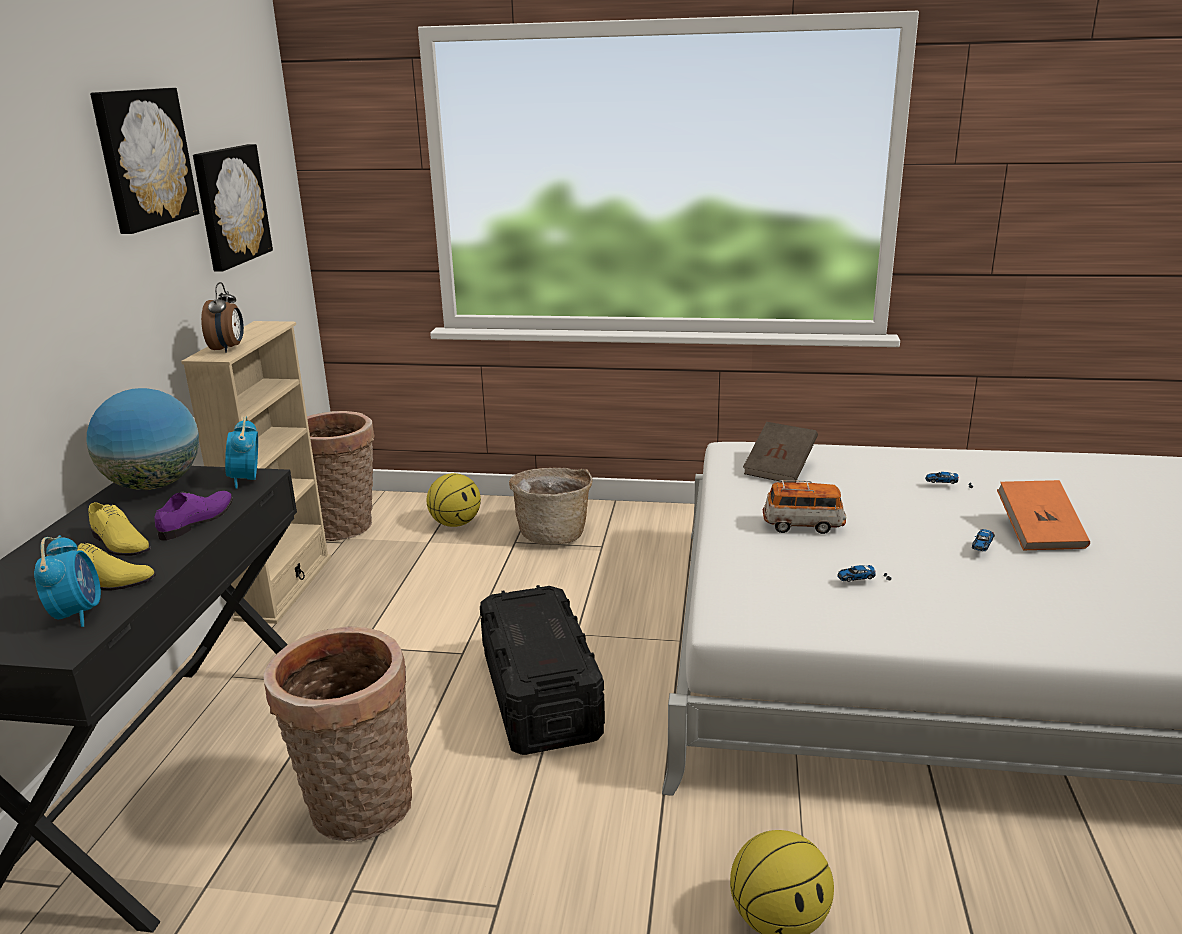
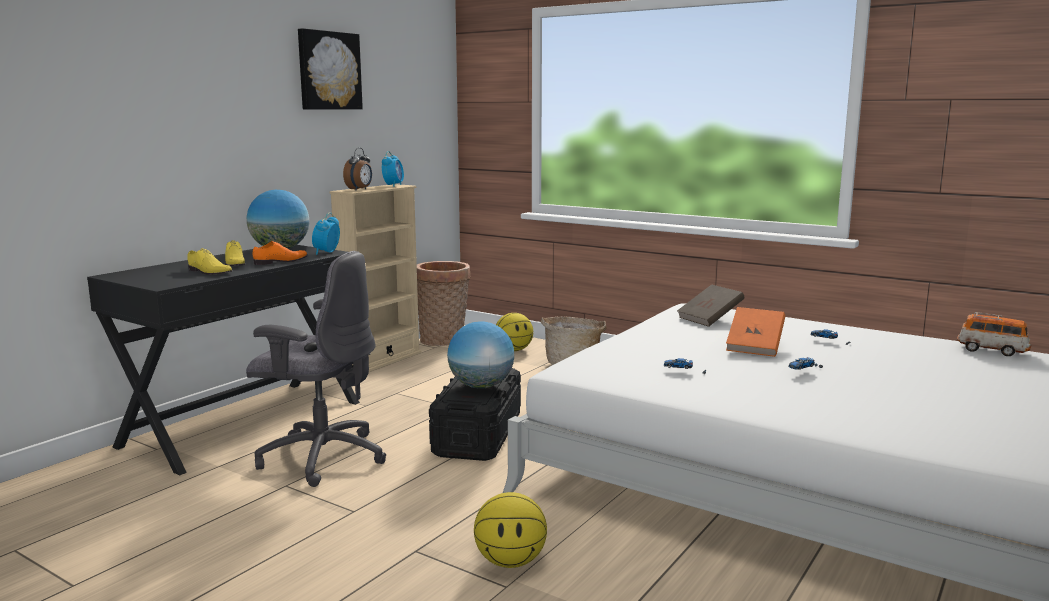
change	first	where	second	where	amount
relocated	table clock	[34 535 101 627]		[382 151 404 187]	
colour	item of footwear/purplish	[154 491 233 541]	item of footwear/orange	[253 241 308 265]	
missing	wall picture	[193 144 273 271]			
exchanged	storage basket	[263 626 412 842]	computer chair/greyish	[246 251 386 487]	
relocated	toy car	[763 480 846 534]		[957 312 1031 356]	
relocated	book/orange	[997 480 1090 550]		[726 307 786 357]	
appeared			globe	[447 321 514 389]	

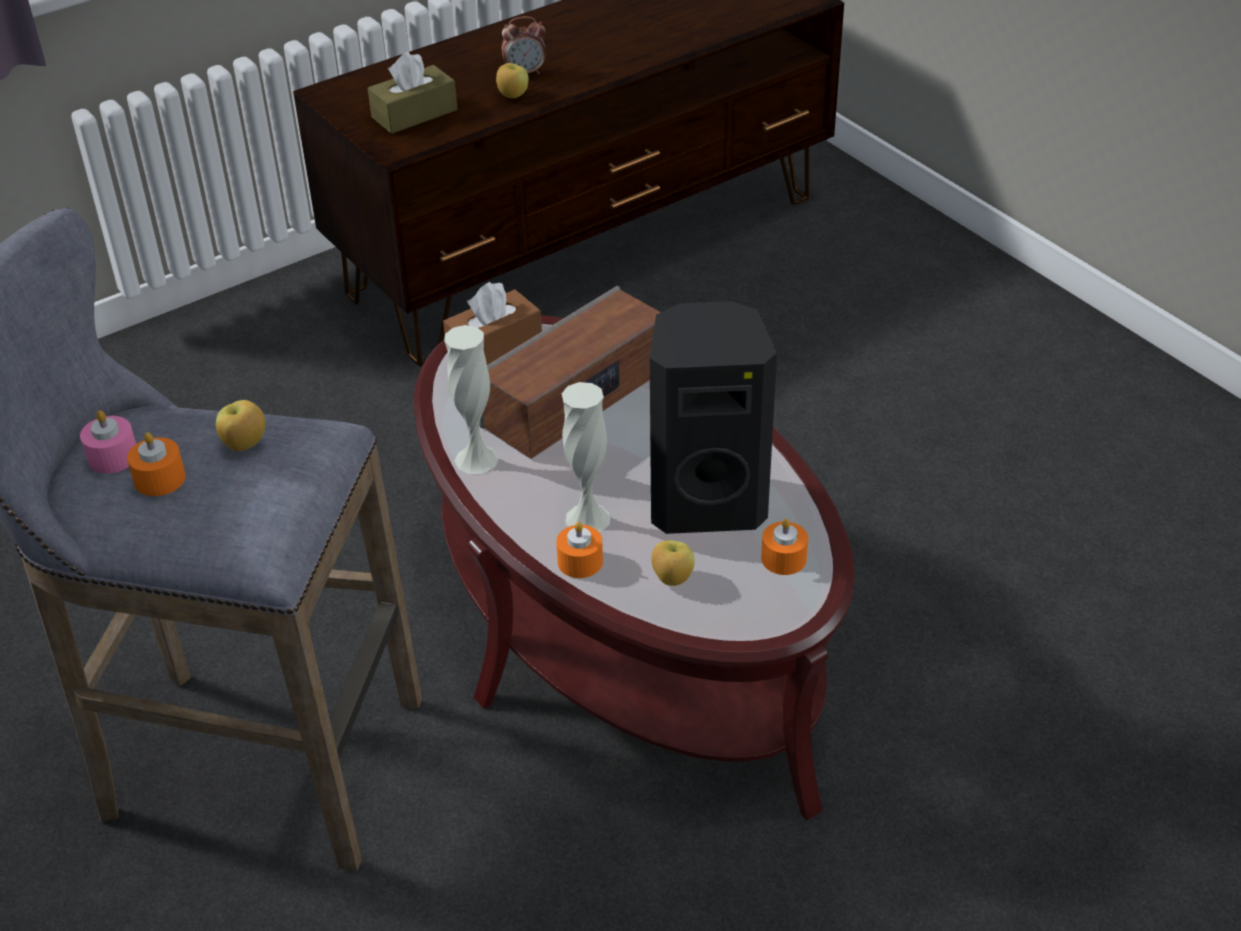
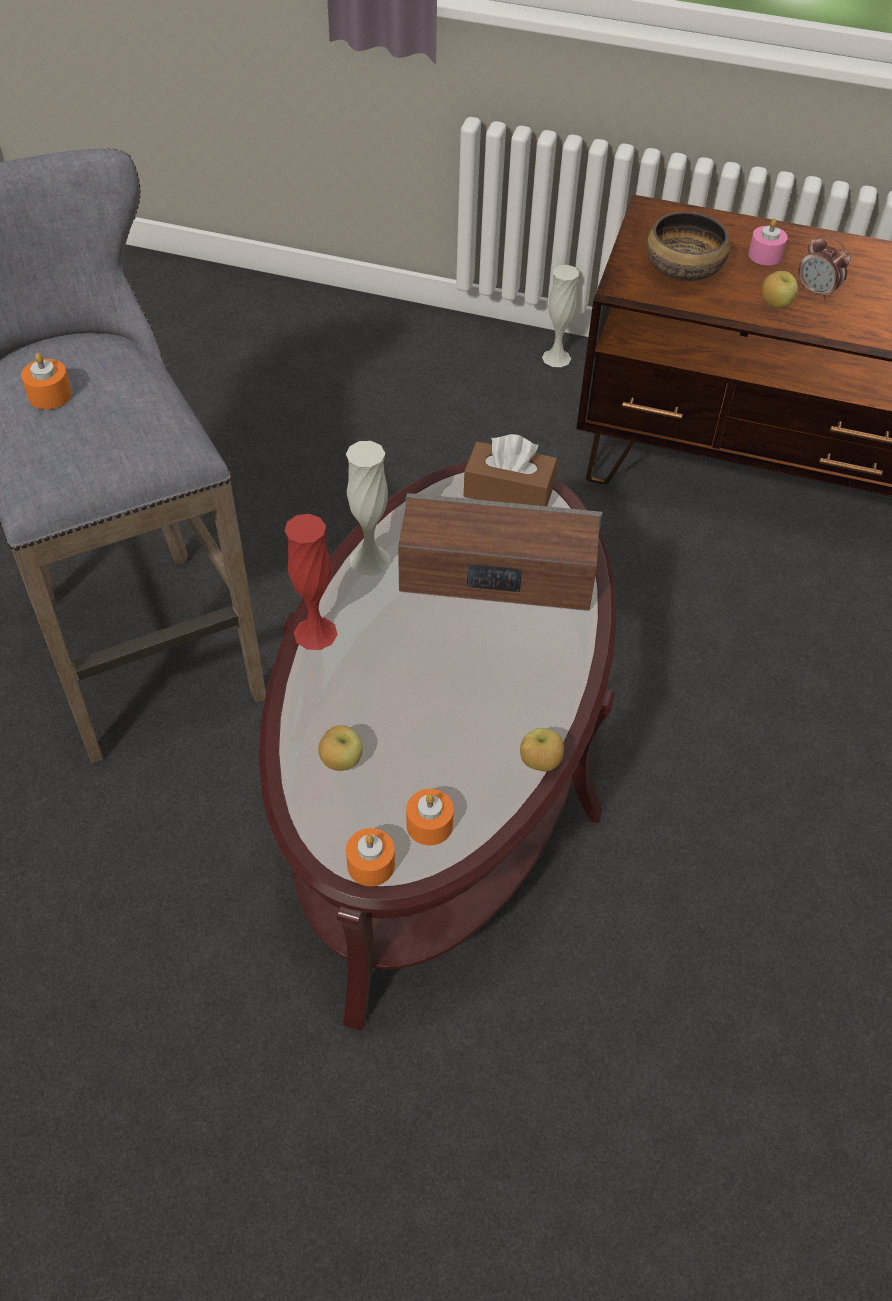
change	first	where	second	where	amount
relocated	wax light/pink	[80 410 136 473]		[748 219 788 265]	
relocated	apple fruit	[216 400 265 451]		[520 728 564 772]	
exchanged	box of tissues/brown	[368 52 457 134]	serving bowl	[647 212 730 281]	
relocated	wax light/orange	[556 522 603 578]		[346 828 395 886]	
relocated	decorative vase/white	[562 382 611 533]		[542 265 579 367]	
missing	loudspeaker/black	[650 301 777 534]			
appeared			decorative vase/reddish	[285 514 338 650]	

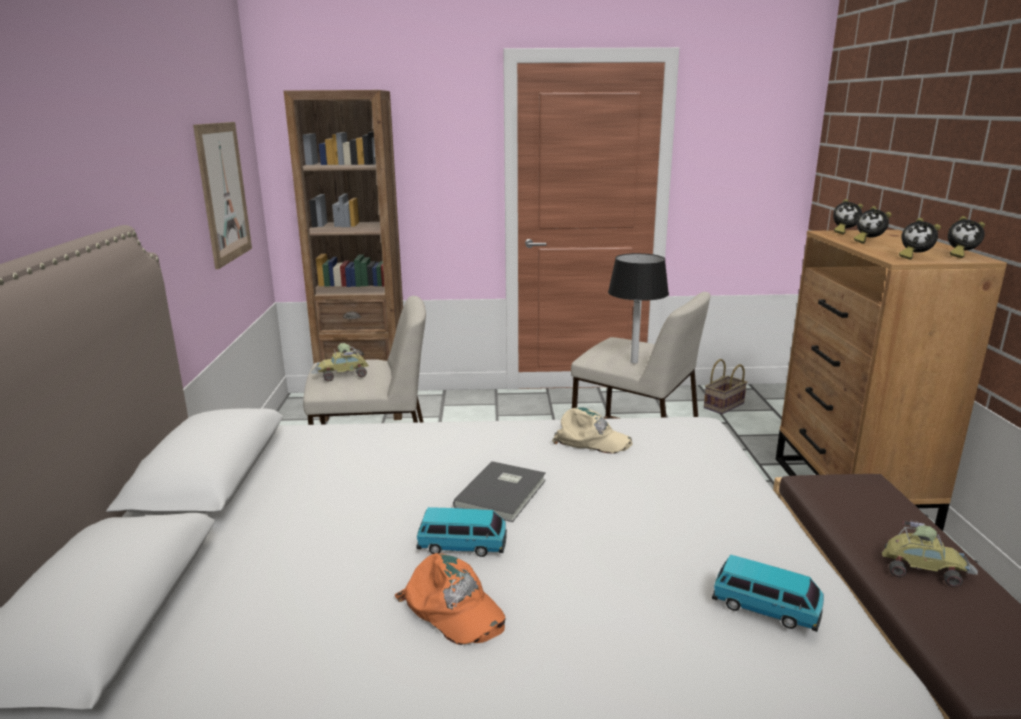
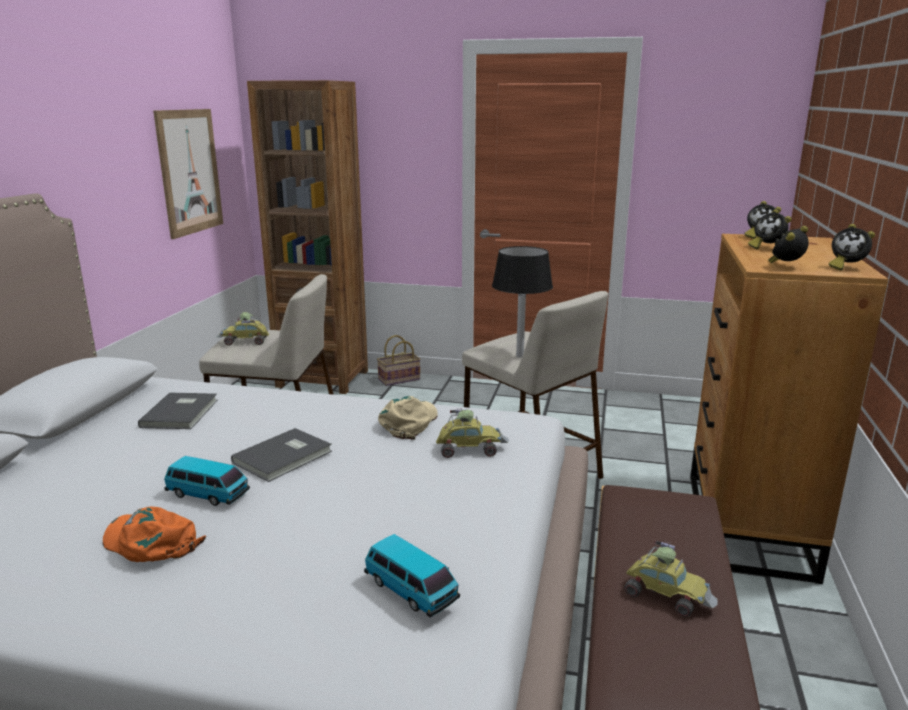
change	first	where	second	where	amount
spun	baseball cap/orange	[395 553 506 645]		[103 507 206 562]	150 degrees clockwise
spun	baseball cap/beige	[552 408 633 454]		[378 396 438 440]	105 degrees counterclockwise
relocated	storage basket	[704 359 747 414]		[377 335 421 386]	
spun	table clock	[899 218 941 260]		[768 226 809 263]	90 degrees clockwise
appeared			book/greyish	[138 393 218 429]	
appeared			toy car	[436 408 509 458]	

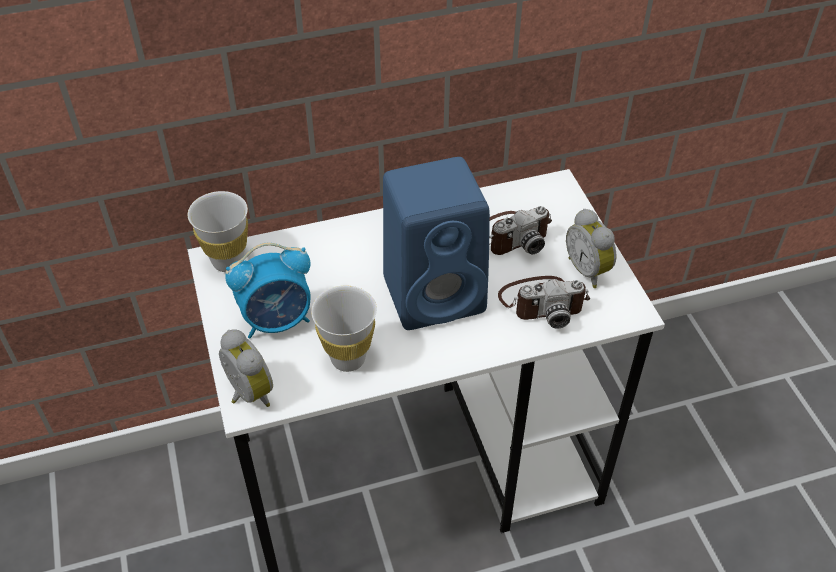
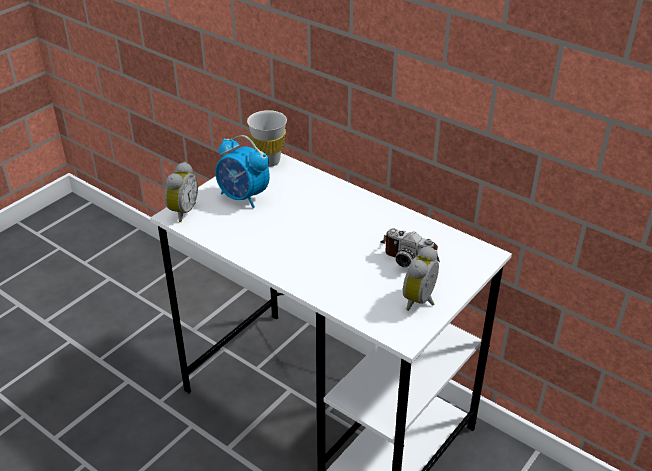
change	first	where	second	where	amount
missing	cup/white	[311 286 377 372]			
missing	loudspeaker/blue	[383 157 490 330]			
missing	still camera	[498 276 590 329]			

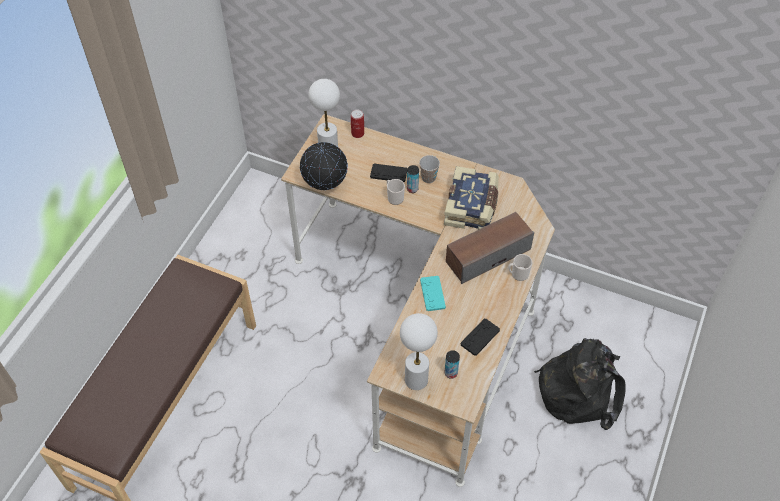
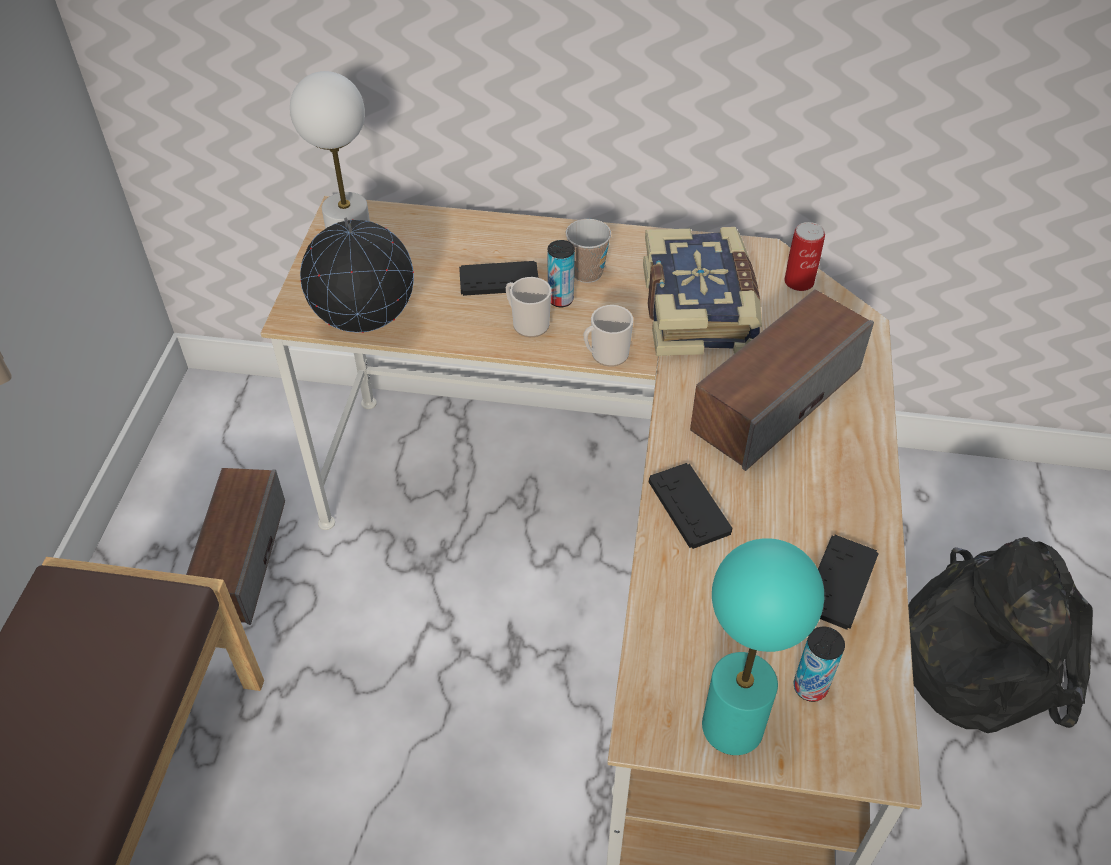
change	first	where	second	where	amount
relocated	can	[351 110 364 138]		[784 222 825 291]	
colour	tabletop lamp/white	[400 313 438 390]	tabletop lamp/blue-green	[702 538 824 755]	
colour	gamepad/blue-green	[420 276 446 311]	gamepad/black	[649 463 732 549]	
relocated	mug	[509 254 533 281]		[584 305 633 367]	
appeared			loudspeaker	[186 468 285 625]	

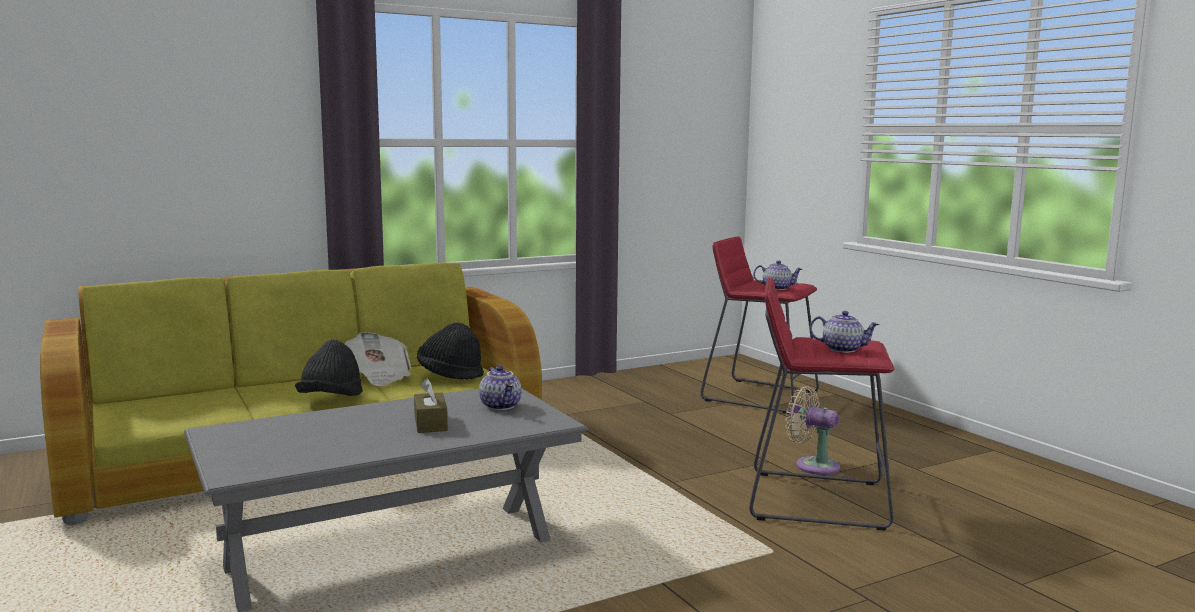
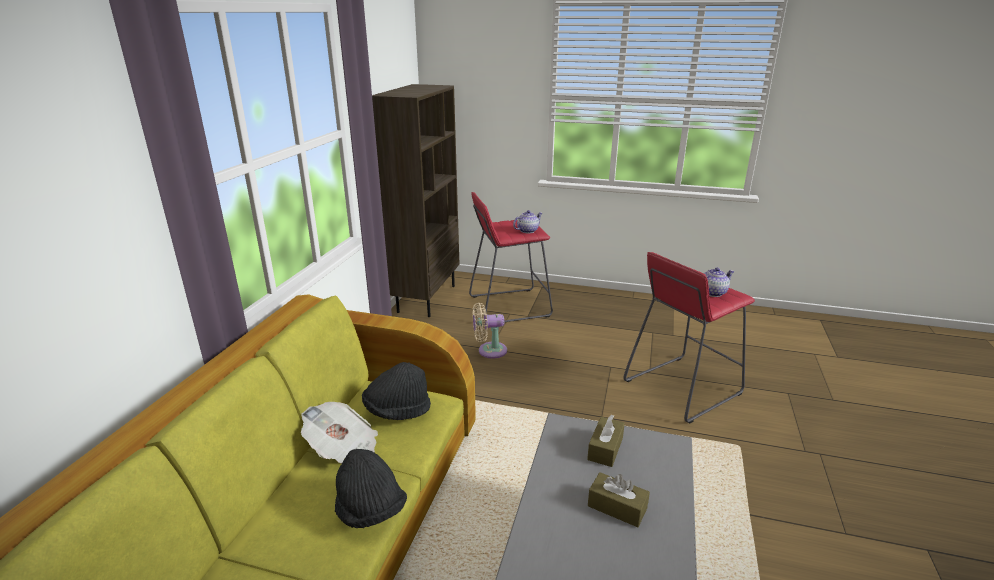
change	first	where	second	where	amount
exchanged	teapot	[479 366 522 410]	box of tissues/brown	[587 415 625 467]	
relocated	cooling fan/beige	[786 386 840 475]		[473 303 507 359]	
appeared			shelving unit/brown	[372 84 460 317]	

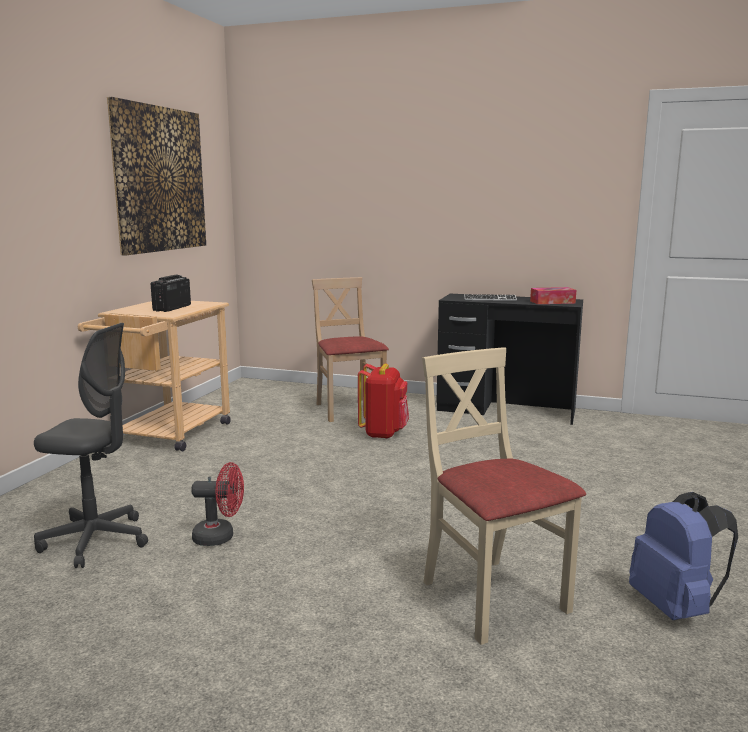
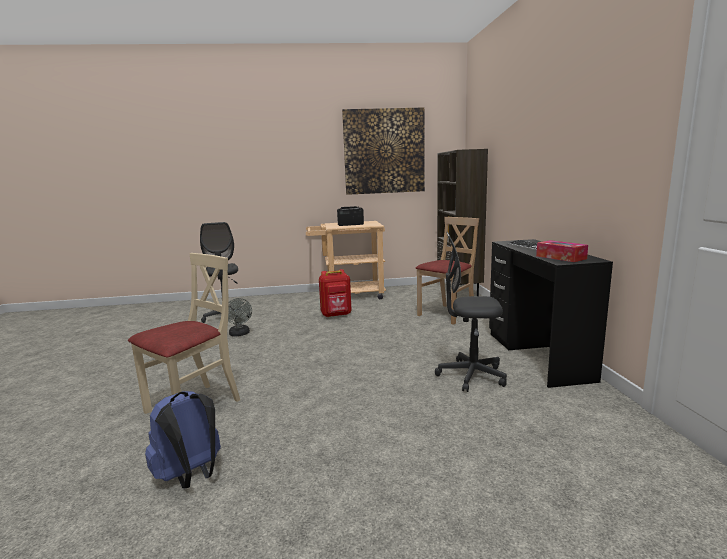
change	first	where	second	where	amount
colour	cooling fan/reddish	[191 462 244 546]	cooling fan/greyish	[228 298 252 336]	
relocated	rucksack/reddish	[358 364 409 439]		[319 269 352 317]	
appeared			computer chair/greyish	[435 232 507 392]	
appeared			shelving unit/brown	[437 149 488 298]	

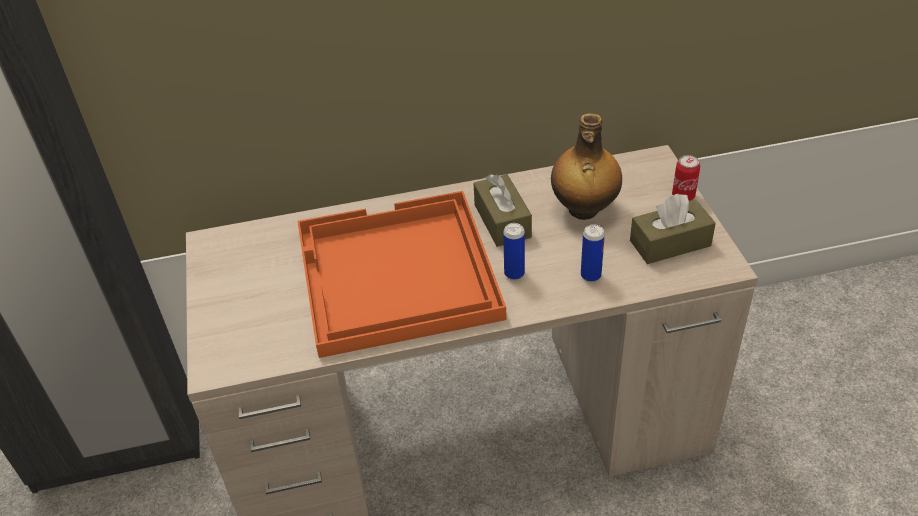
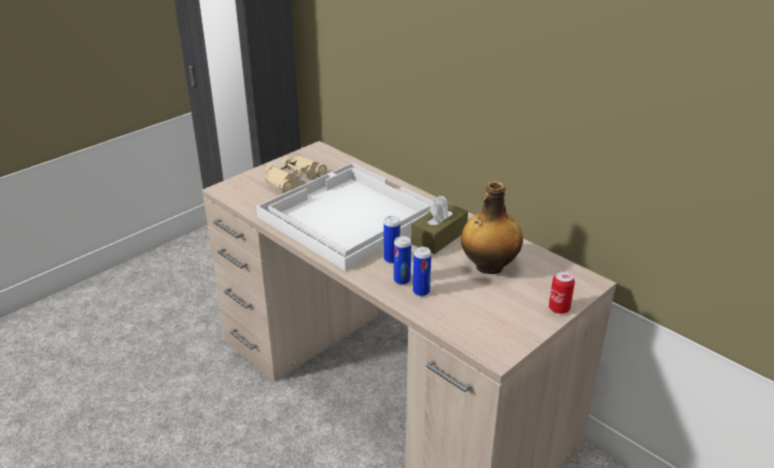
change	first	where	second	where	amount
colour	carrying tray/orange	[297 191 506 358]	carrying tray/white	[256 163 434 271]	
missing	box of tissues/brown	[630 194 716 264]			
appeared			field glasses/beige	[265 155 327 193]	
appeared			can	[394 236 411 285]	

